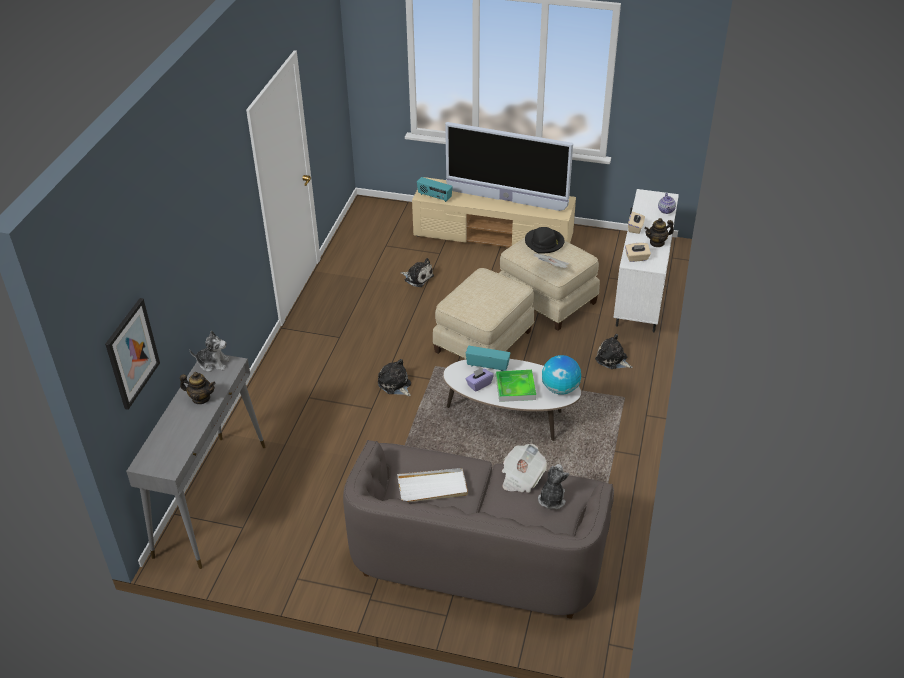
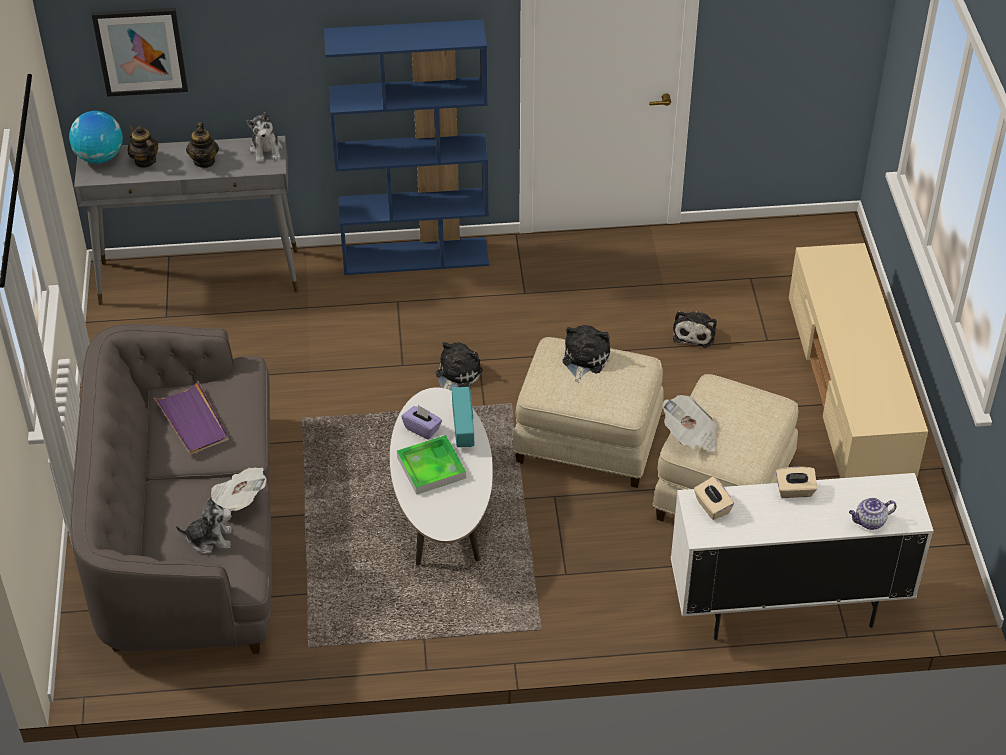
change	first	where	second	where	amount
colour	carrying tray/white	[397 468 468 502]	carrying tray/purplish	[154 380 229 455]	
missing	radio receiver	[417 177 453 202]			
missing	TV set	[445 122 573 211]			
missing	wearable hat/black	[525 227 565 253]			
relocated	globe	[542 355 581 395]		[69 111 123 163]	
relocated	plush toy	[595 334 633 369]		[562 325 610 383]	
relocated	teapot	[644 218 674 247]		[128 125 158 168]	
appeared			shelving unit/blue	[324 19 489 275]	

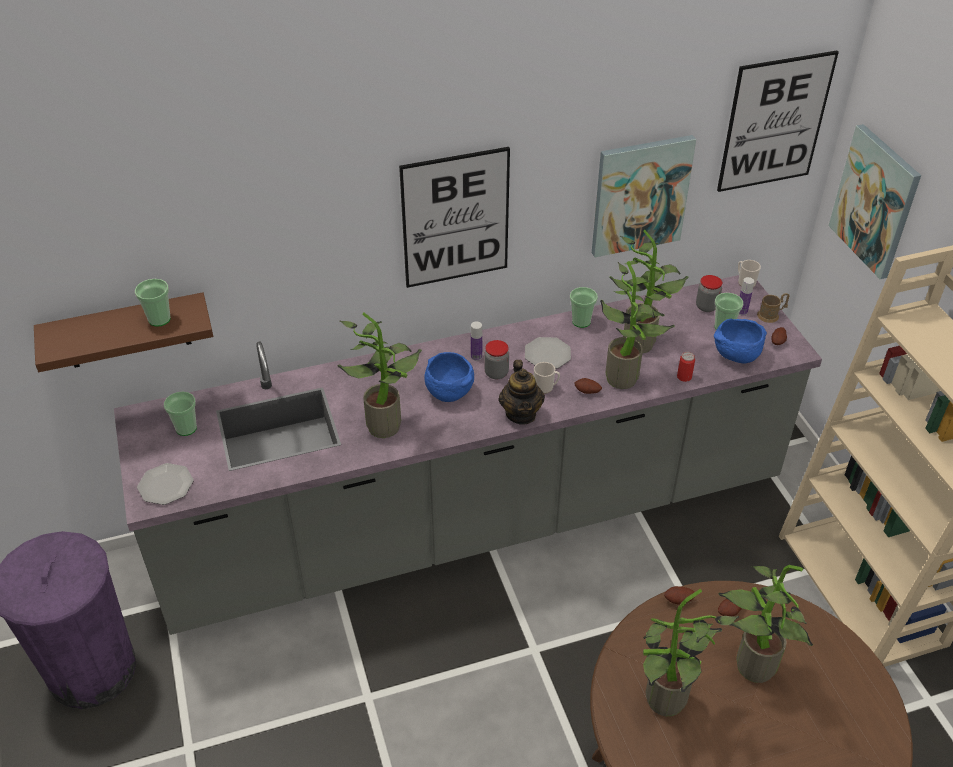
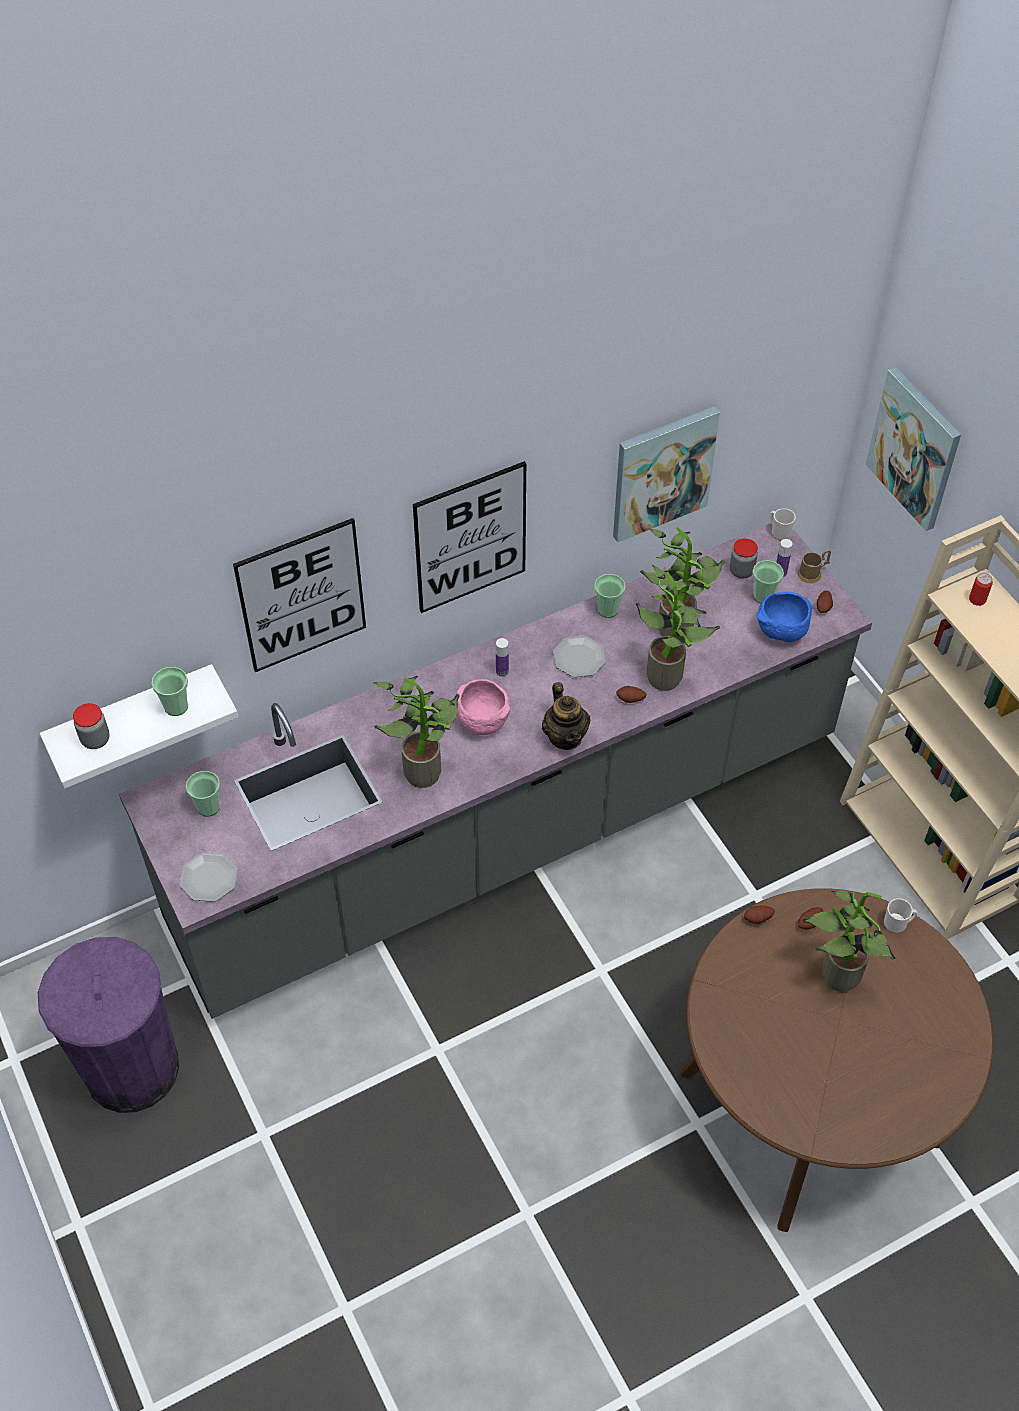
change	first	where	second	where	amount
colour	shelf/brown	[34 292 213 372]	shelf/white	[40 664 238 789]	
colour	serving bowl/blue	[424 352 474 402]	serving bowl/pink	[457 680 511 735]	
relocated	jar	[484 340 509 379]		[73 703 110 749]	
relocated	mug	[534 362 560 394]		[884 898 918 933]	
missing	potted plant	[643 589 739 716]			
relocated	can	[677 352 695 382]		[969 573 993 606]	
relocated	wall picture	[717 50 839 192]		[233 518 366 672]	

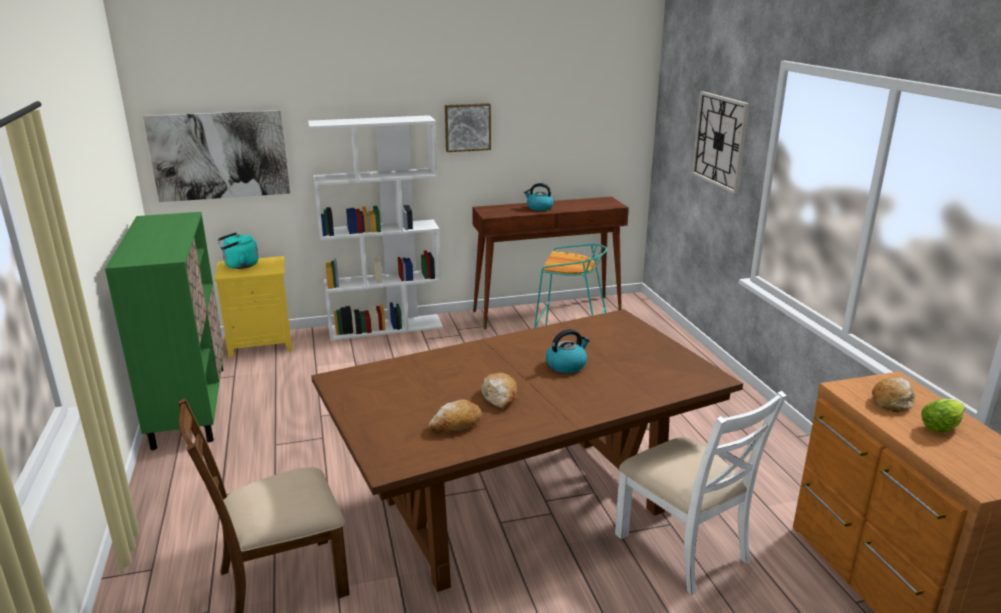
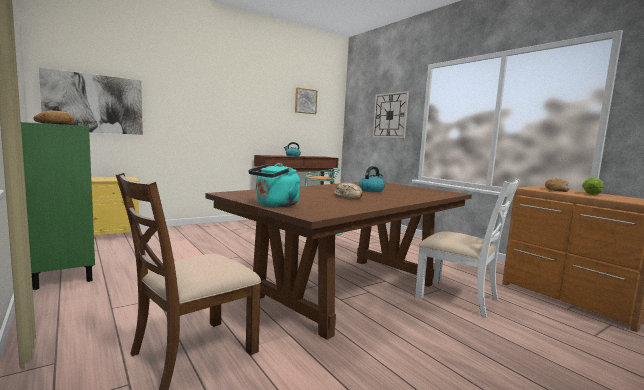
change	first	where	second	where	amount
relocated	tea kettle/blue-green	[218 232 259 269]		[248 163 300 207]	
missing	shelving unit/white	[308 115 443 341]			
relocated	bread	[429 400 482 432]		[33 111 75 125]	
relocated	wall picture	[445 103 491 152]		[295 87 317 114]	

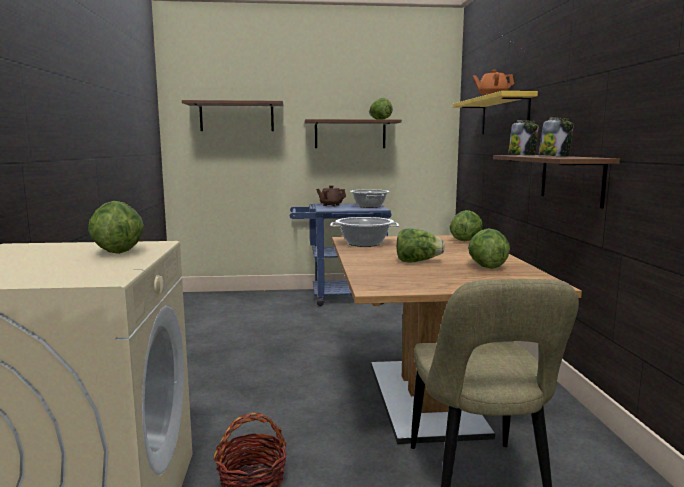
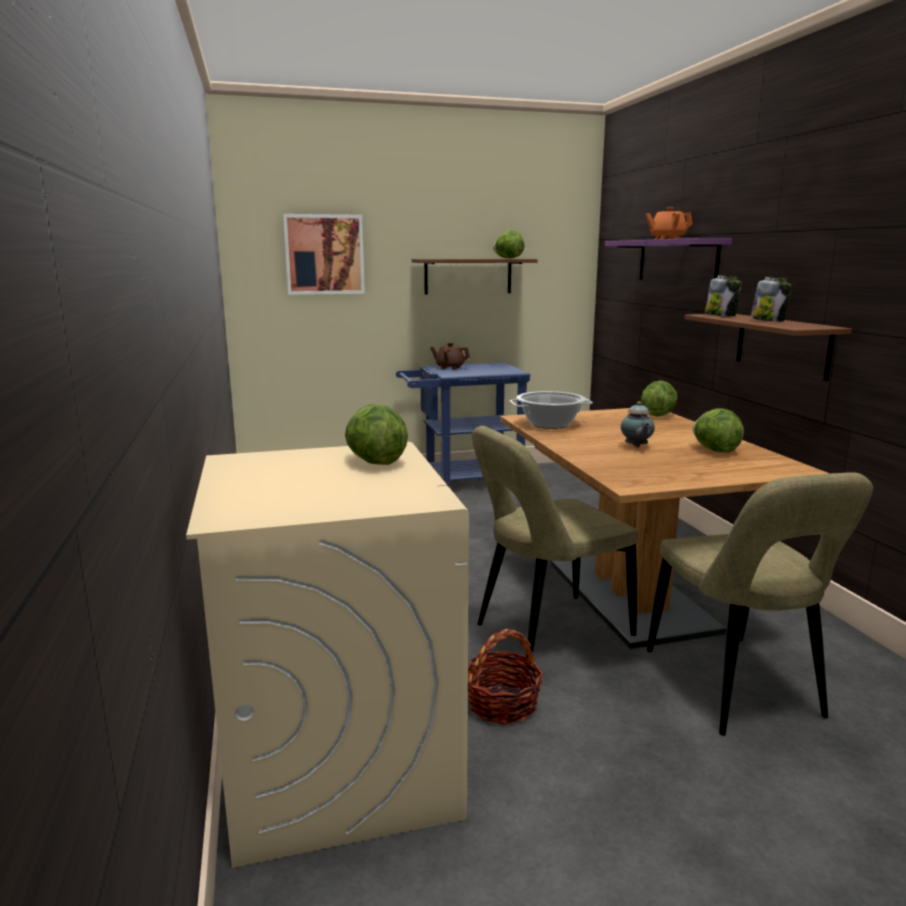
change	first	where	second	where	amount
exchanged	shelf/brown	[182 100 284 131]	wall picture	[283 214 365 295]	
missing	saucepot	[350 189 390 208]			
exchanged	lettuce head	[396 229 445 262]	teapot	[621 401 655 448]	
colour	shelf/yellow	[453 91 538 134]	shelf/purplish	[605 238 732 280]	
appeared			chair/beige	[472 426 639 664]	

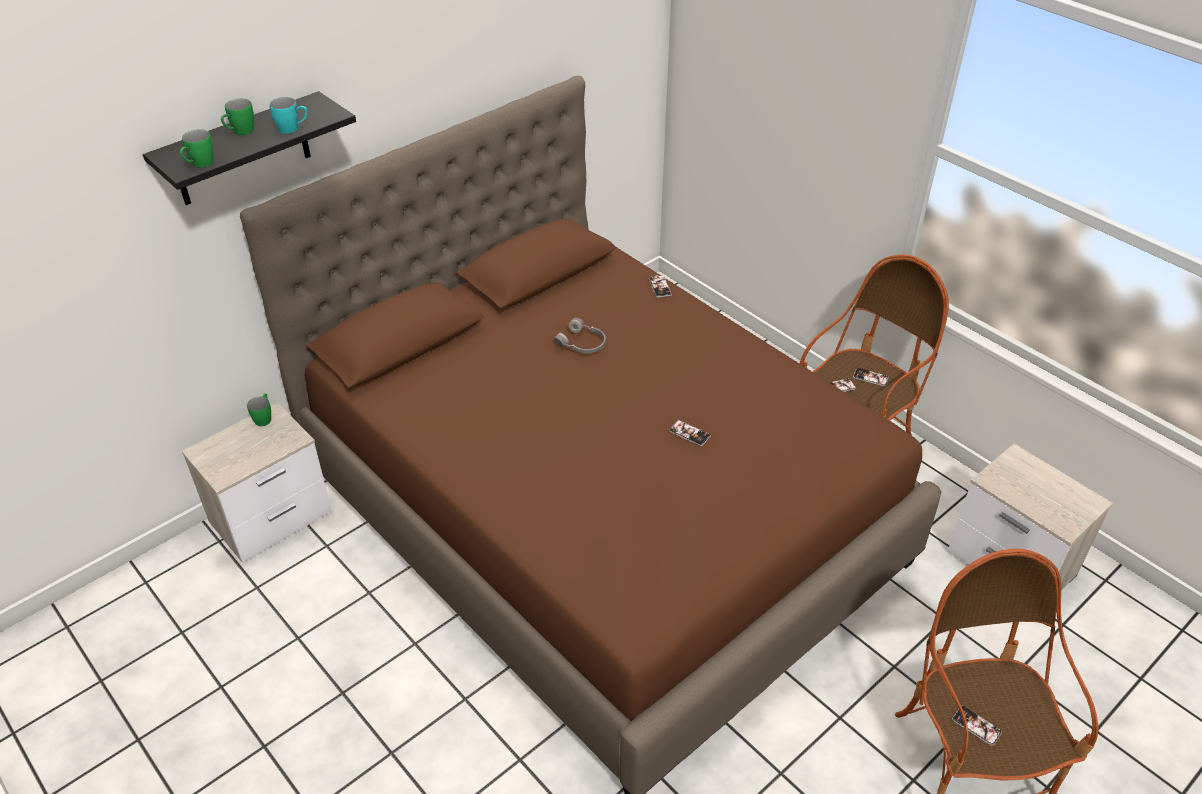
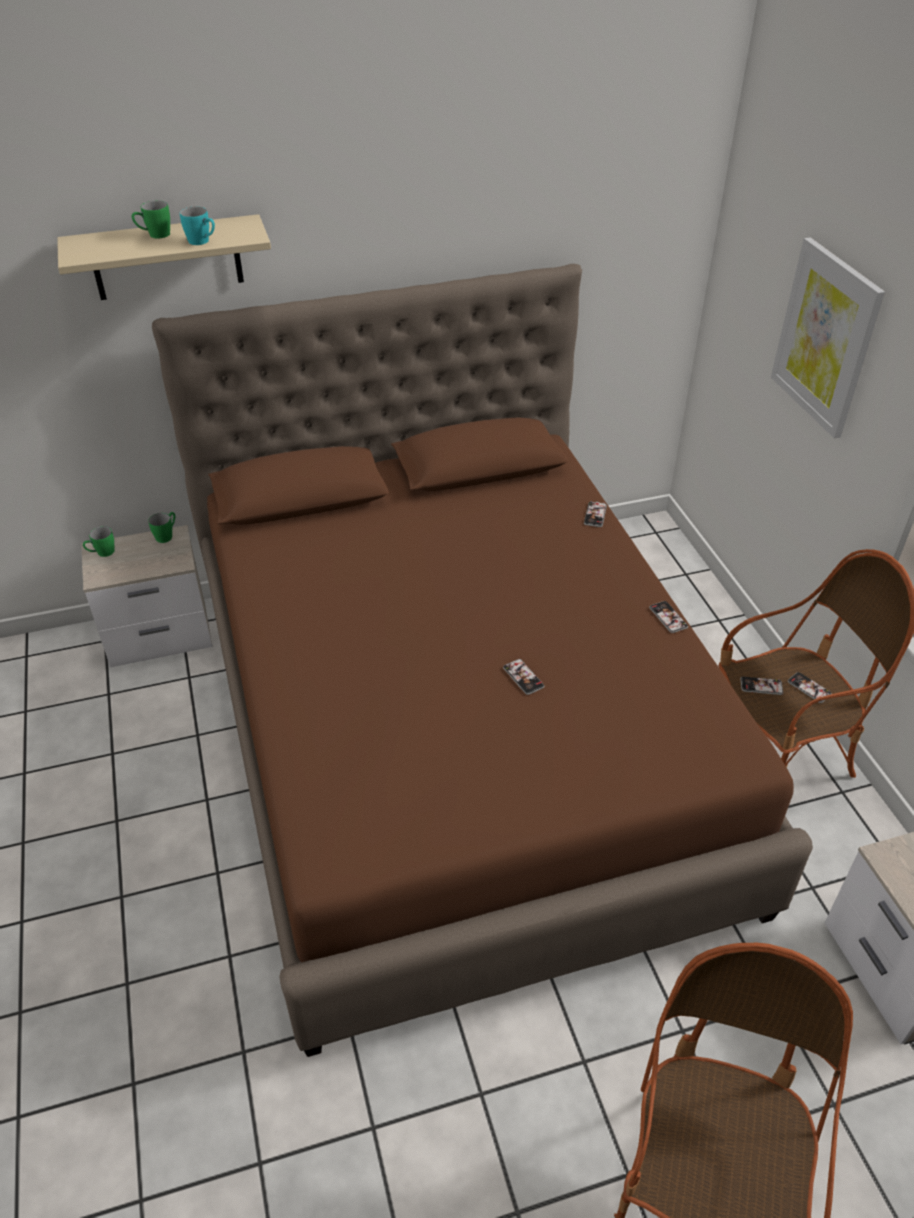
change	first	where	second	where	amount
colour	shelf/black	[143 91 356 205]	shelf/beige	[57 214 271 300]	
relocated	mug/greenish	[180 129 214 167]		[83 526 115 557]	
missing	headphones/greyish	[554 318 606 353]			
relocated	phone	[952 706 1002 746]		[649 601 688 633]	
appeared			wall picture	[771 237 885 438]	

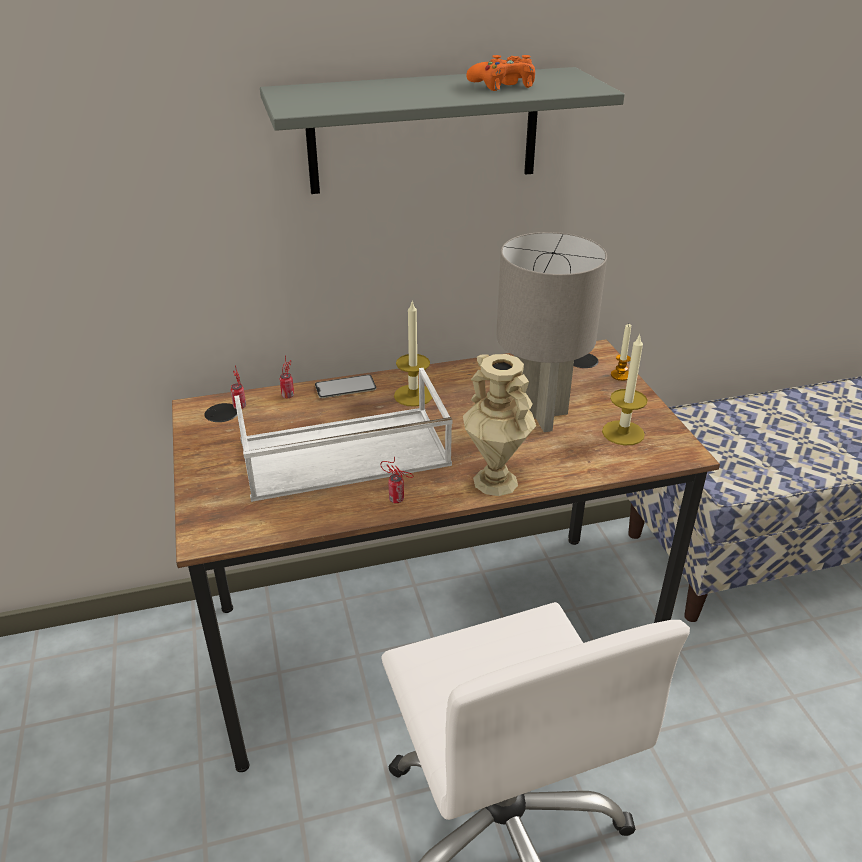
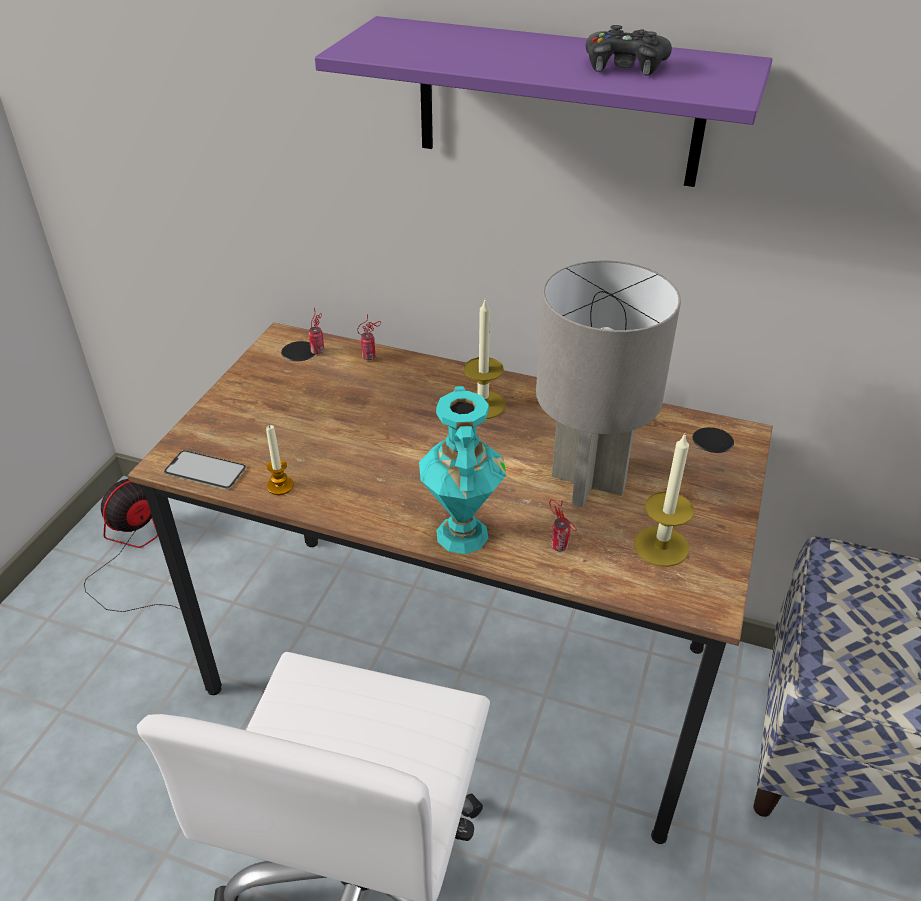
change	first	where	second	where	amount
missing	carrying tray/white	[234 368 453 502]			
colour	shelf/greyish	[260 67 625 194]	shelf/purplish	[315 16 773 187]	
relocated	phone	[315 375 376 398]		[164 450 246 490]	
relocated	can	[381 457 413 503]		[549 499 576 551]	
colour	decorative vase/beige	[463 354 536 496]	decorative vase/blue-green	[419 386 506 554]	
colour	gamepad/orange	[466 55 535 91]	gamepad/black	[586 25 672 76]	
relocated	wax light	[611 324 631 381]		[266 425 294 495]	
appeared			cooling fan	[84 479 180 612]	

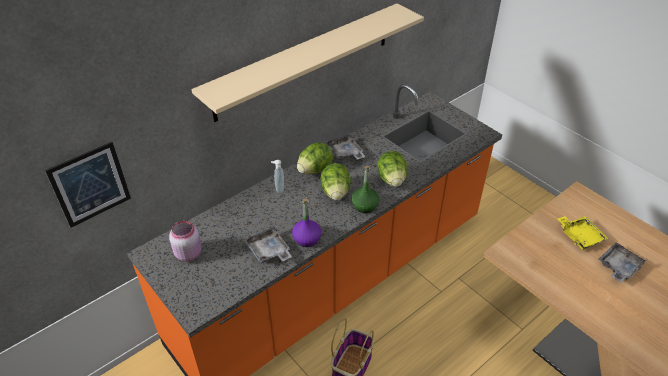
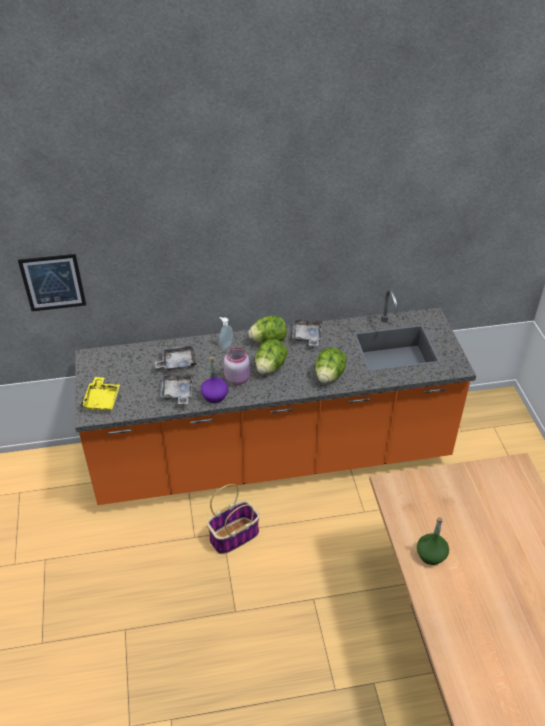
change	first	where	second	where	amount
relocated	jar/pink	[169 221 202 262]		[224 348 250 385]	
missing	shelf/beige	[192 3 424 122]			
relocated	drink bottle/greenish	[352 166 379 213]		[417 517 449 565]	
relocated	carrying tray/yellow	[558 216 608 250]		[81 377 120 411]	
relocated	carrying tray/greyish	[599 242 645 282]		[154 345 197 371]	

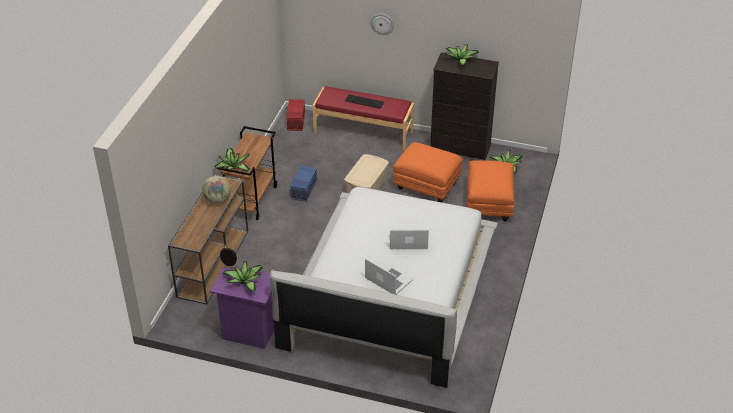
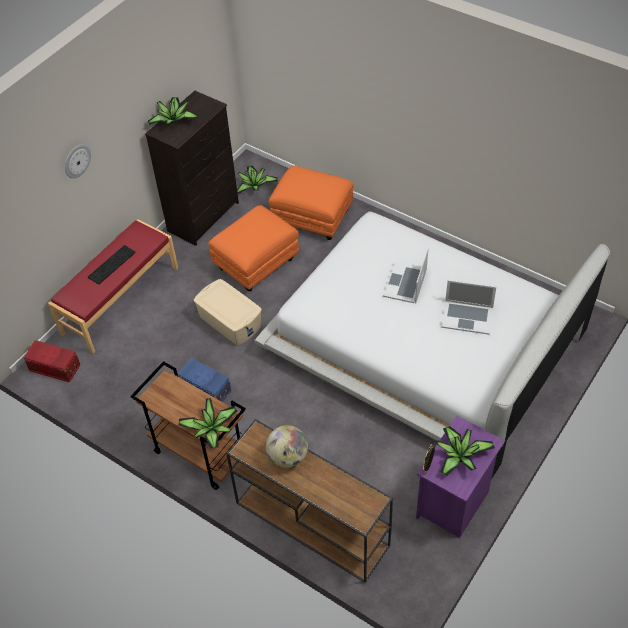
change	first	where	second	where	amount
spun	notebook computer	[365 258 413 295]		[441 280 496 335]	135 degrees counterclockwise

